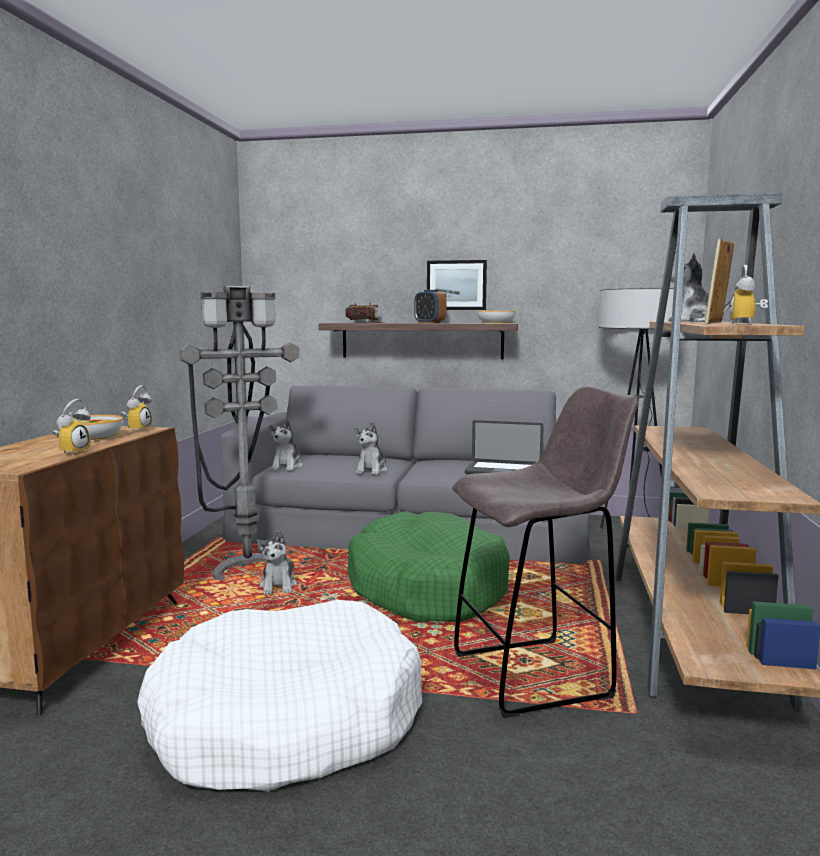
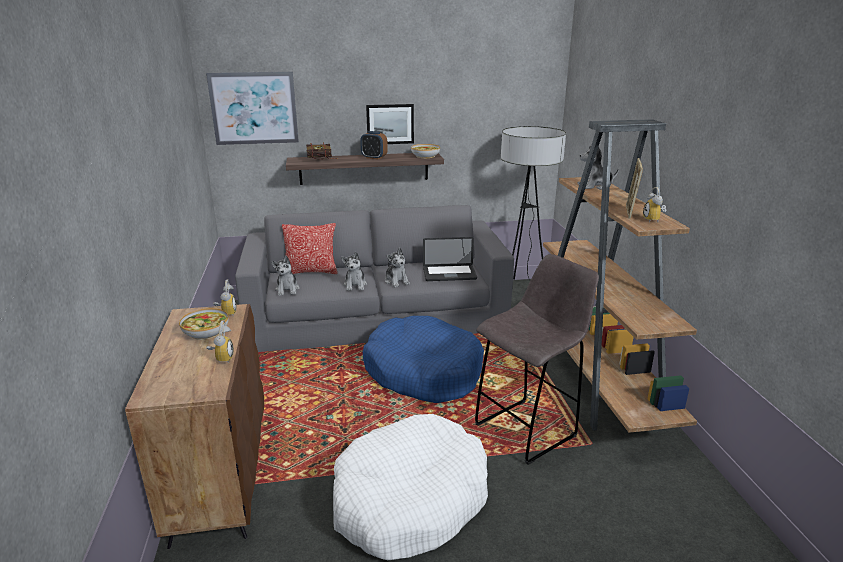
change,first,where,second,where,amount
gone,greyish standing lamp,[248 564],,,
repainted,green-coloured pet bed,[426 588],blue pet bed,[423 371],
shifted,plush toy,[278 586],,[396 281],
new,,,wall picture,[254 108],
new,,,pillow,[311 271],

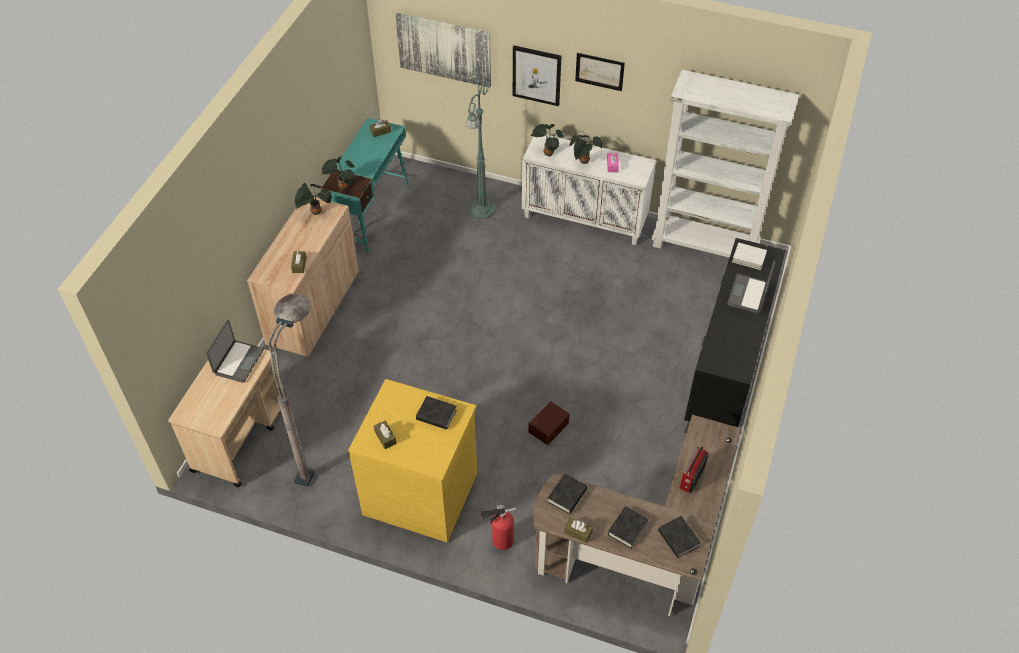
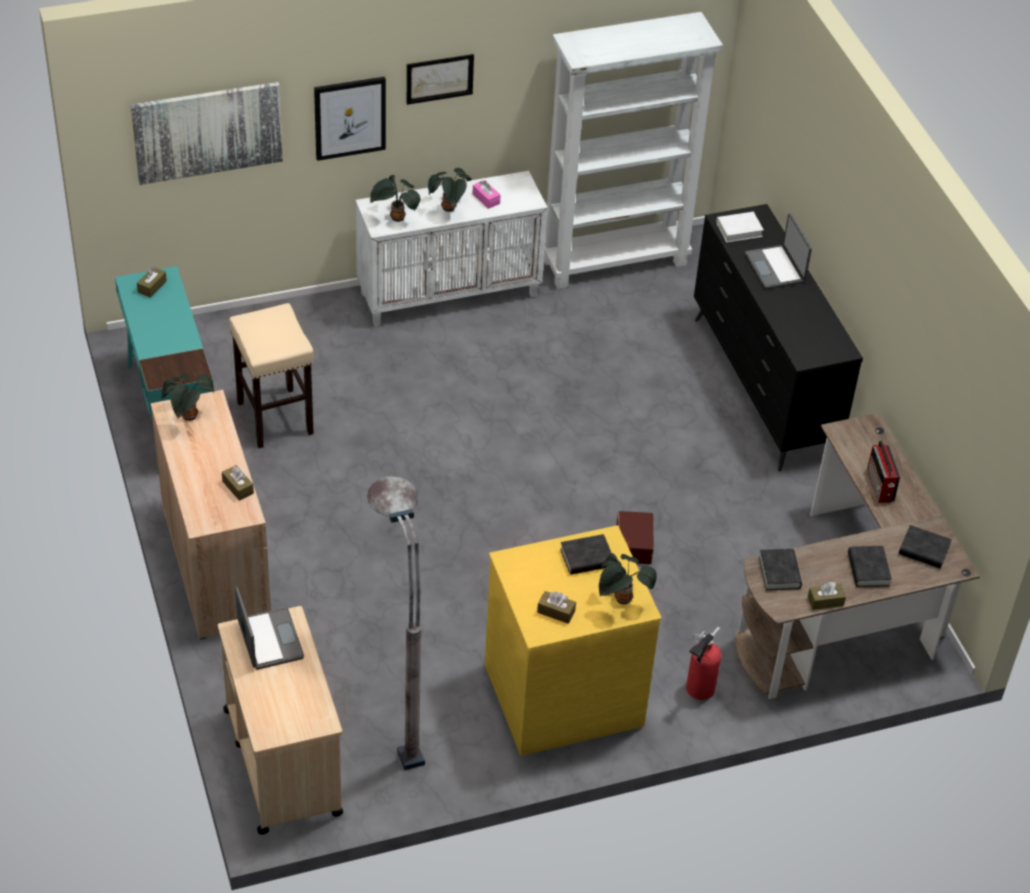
change,first,where,second,where,amount
gone,green-coloured standing lamp,[481 210],,,
shifted,houseplant,[342 187],,[621 600],
new,,,sand-coloured stool seat,[275 418],

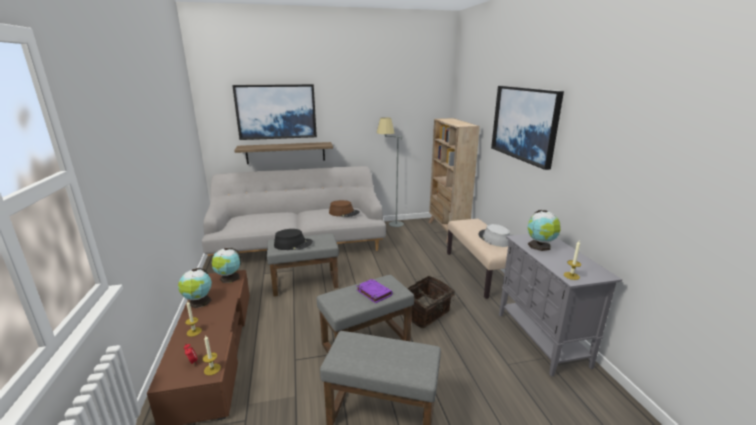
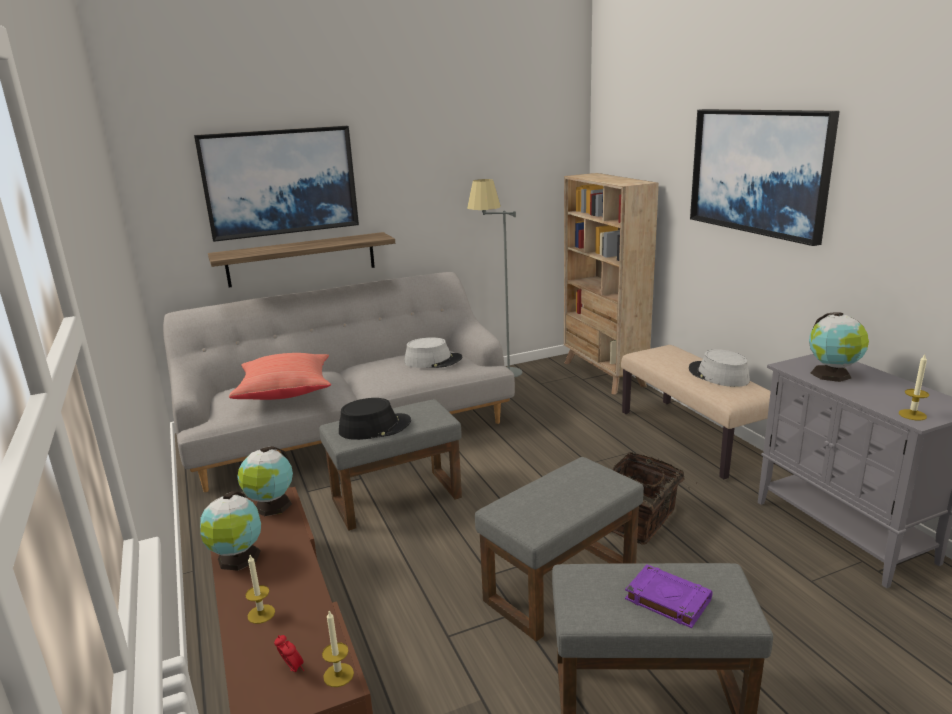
change,first,where,second,where,amount
repainted,brown wearable hat,[344 213],greyish wearable hat,[433 361],
shifted,purple-coloured book,[373 292],,[666 599],
new,,,reddish pillow,[285 392],

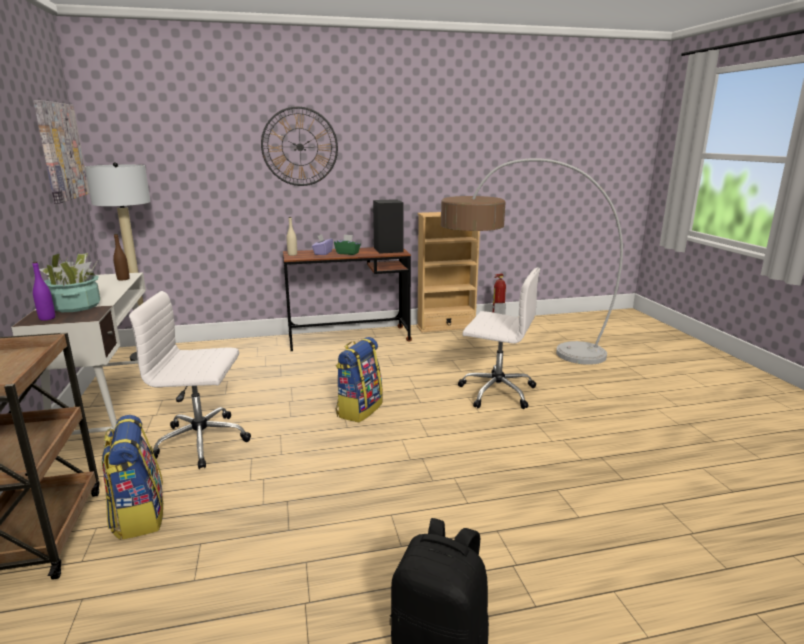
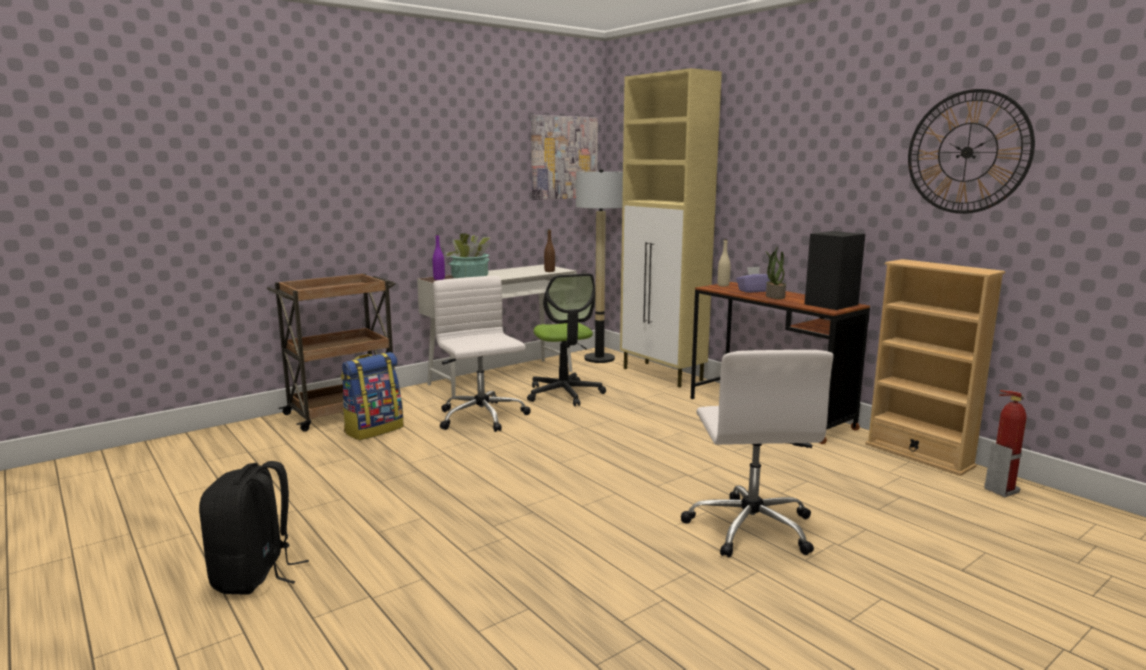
change,first,where,second,where,amount
shifted,hanging clock,[300 147],,[967 152],
gone,standing lamp,[513 351],,,
swapped,green-coloured box of tissues,[347 253],houseplant,[774 296],
gone,rucksack,[359 409],,,
new,,,sand-coloured cupboard,[663 375],
new,,,computer chair,[564 394],

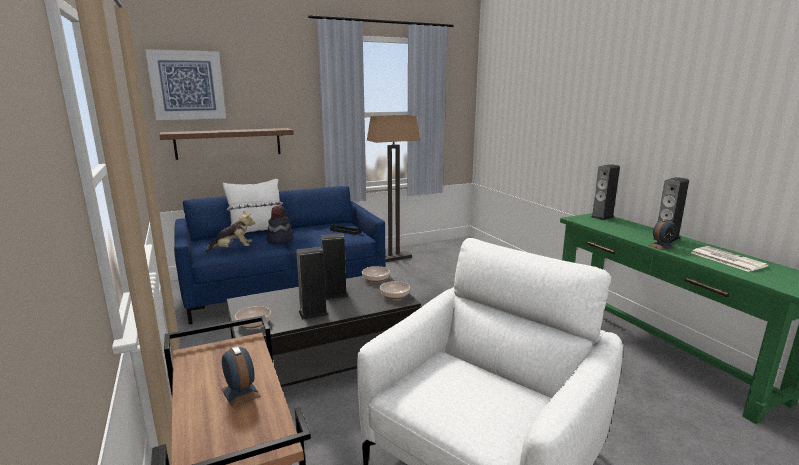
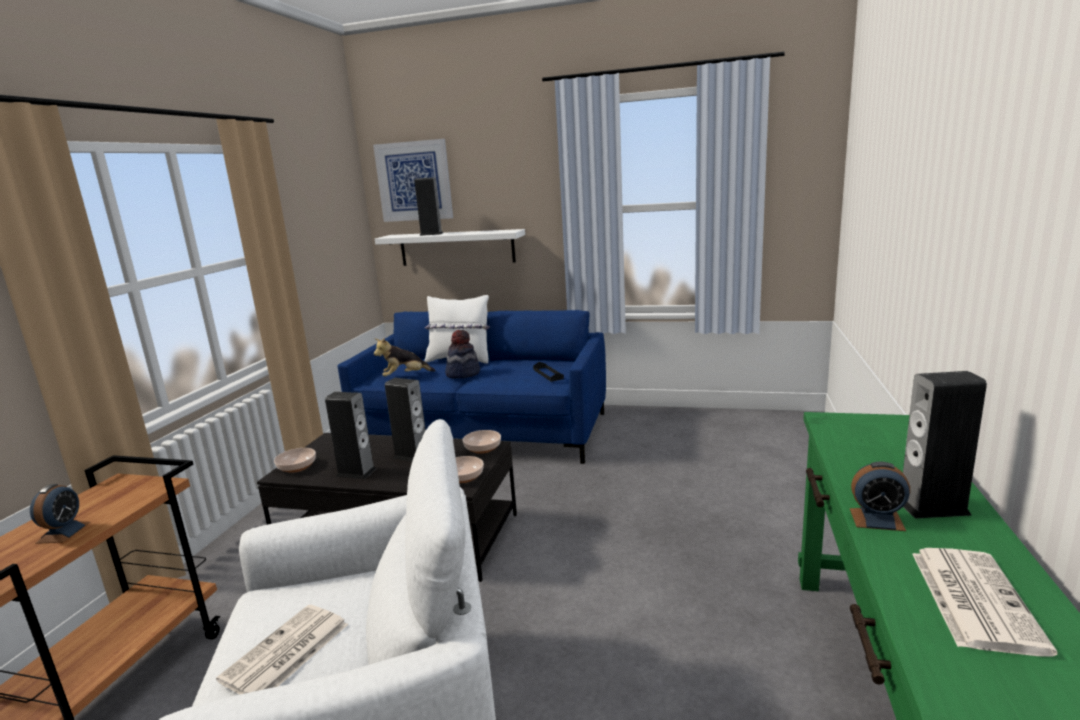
change,first,where,second,where,amount
gone,standing lamp,[394 258],,,
repainted,brown shelf,[228 143],white shelf,[456 248],
shifted,audio speaker,[602 217],,[431 234],
rotated,plush toy,[233 249],,[405 376],135 degrees clockwise
new,,,daily paper,[285 653],

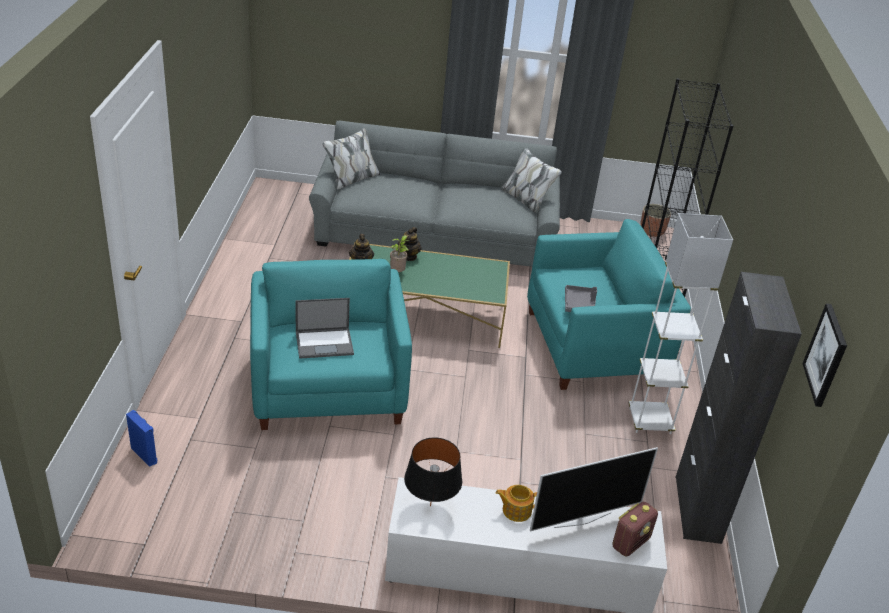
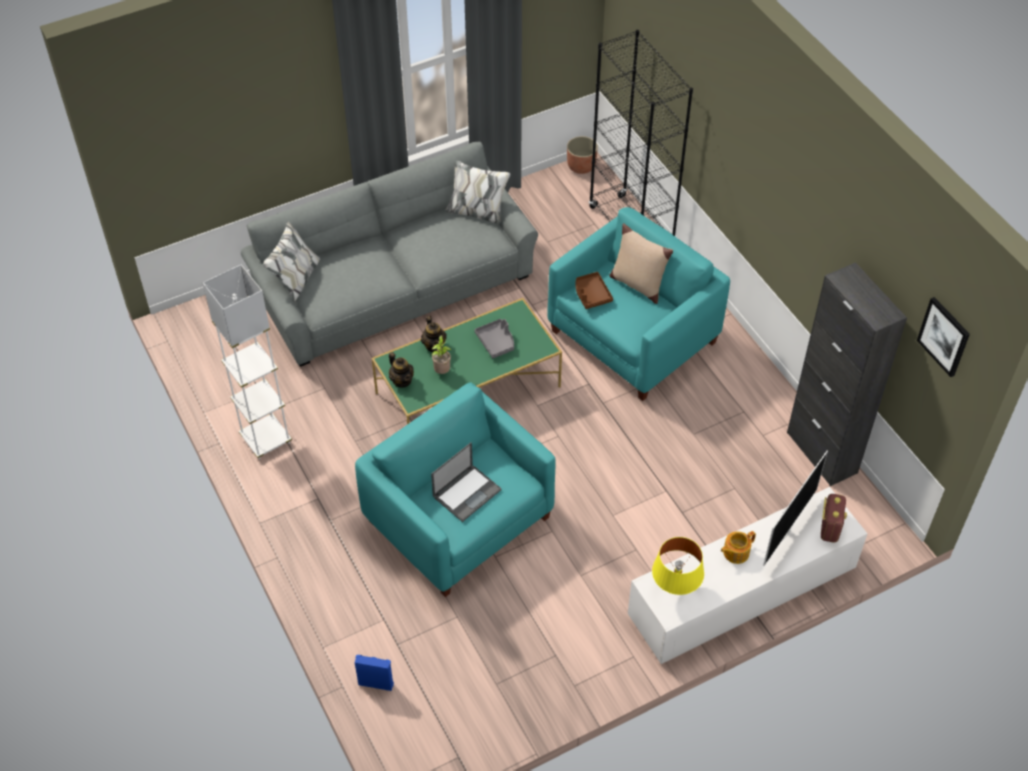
change,first,where,second,where,amount
shifted,white standing lamp,[650 421],,[266 439],
shifted,greyish tray,[579 304],,[496 342],
repainted,black-coloured lamp for a table,[430 506],yellow-coloured lamp for a table,[675 590],
new,,,sand-coloured pillow,[637 284],
new,,,brown tray,[591 294],

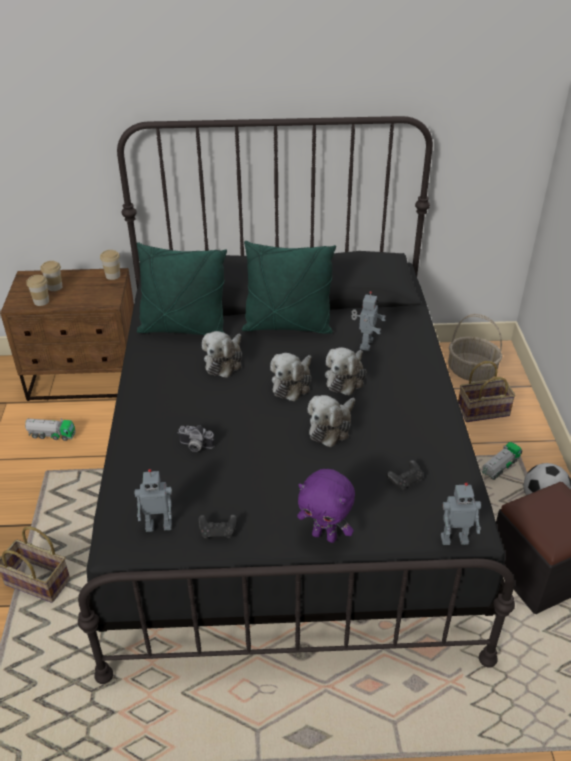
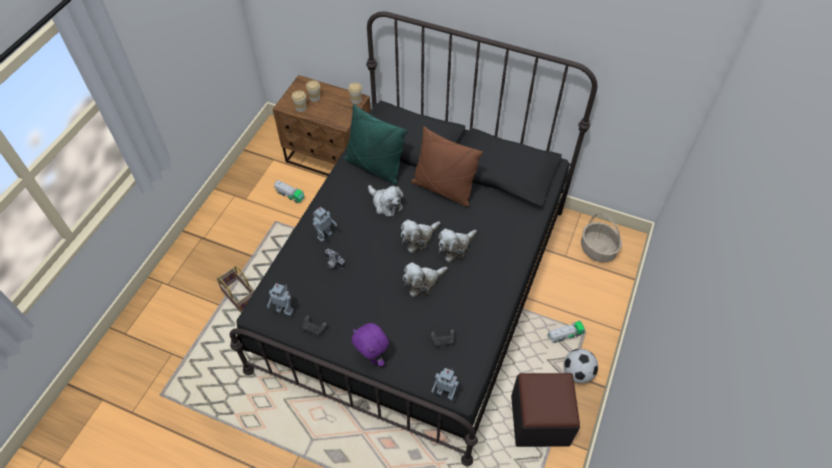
change,first,where,second,where,amount
repainted,green-coloured pillow,[287 326],brown pillow,[443 189],
shifted,robot figure,[365 344],,[324 235],
rotated,plush toy,[224 361],,[386 204],90 degrees counterclockwise
gone,basket,[484 410],,,

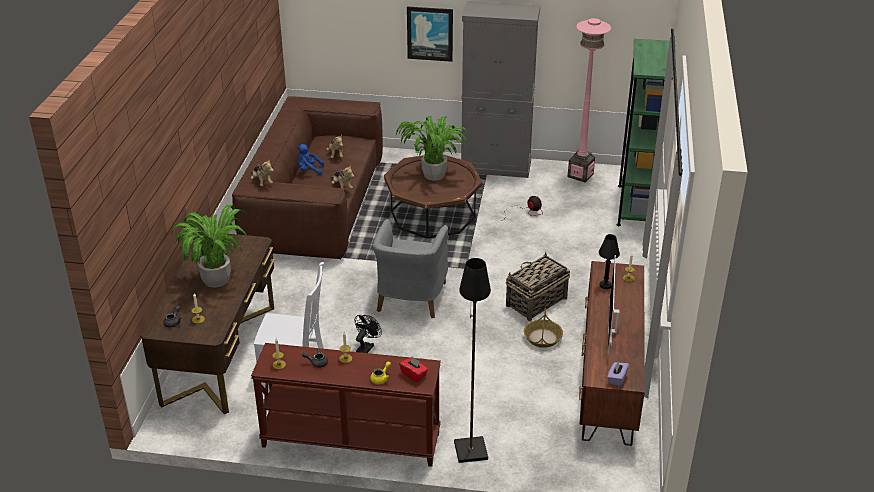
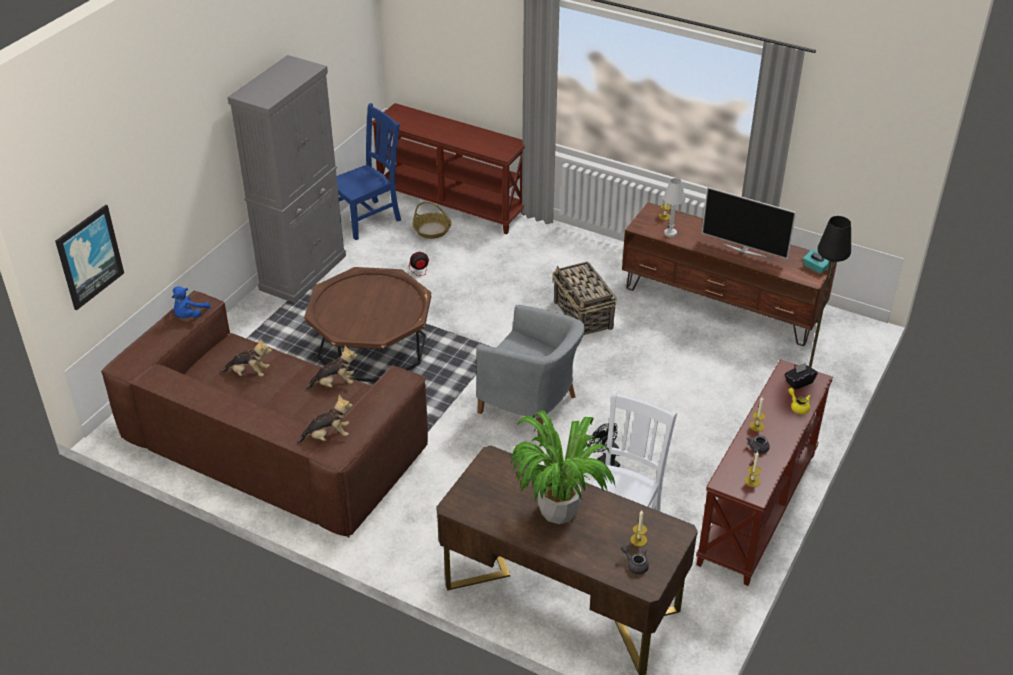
change,first,where,second,where,amount
shifted,wall picture,[430 33],,[89 256],
swapped,pink-coloured standing lamp,[580 175],blue chair,[368 219],
swapped,green-coloured bookshelf,[634 206],brown narrow table,[452 203],
gone,houseplant,[435 175],,,
shifted,blue plush toy,[309 170],,[189 316],
repainted,black-coloured lamp for a table,[605 285],white lamp for a table,[670 233],
shifted,basket,[542 338],,[431 230],
repainted,reddish box of tissues,[413 375],black-coloured box of tissues,[799 382],
repainted,purple-coloured box of tissues,[617 379],turquoise box of tissues,[815 267],

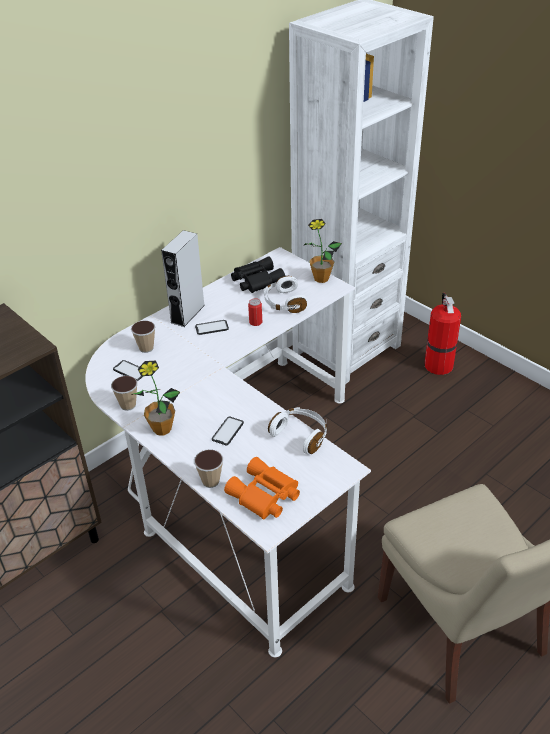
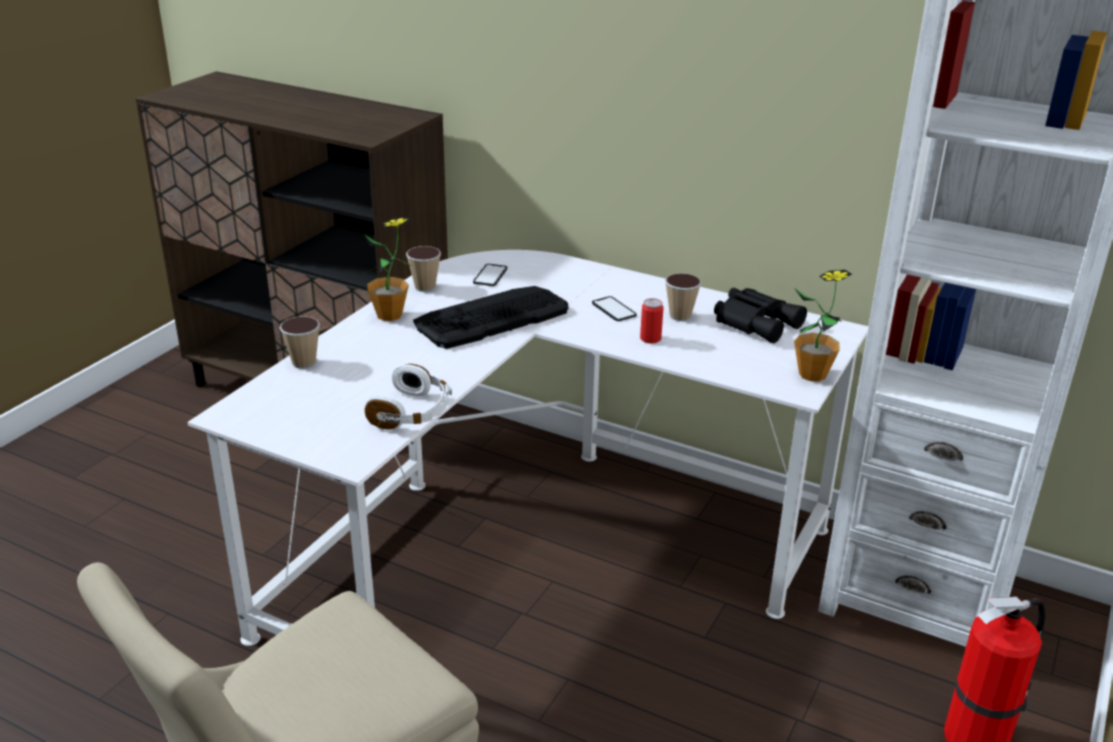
change,first,where,second,where,amount
gone,greyish audio speaker,[187 313],,,
gone,white pair of headphones,[283 303],,,
shifted,small cup,[146 348],,[680 316],
gone,telephone,[227 431],,,
gone,orange binoculars,[264 496],,,
new,,,PC keyboard,[491 317],

